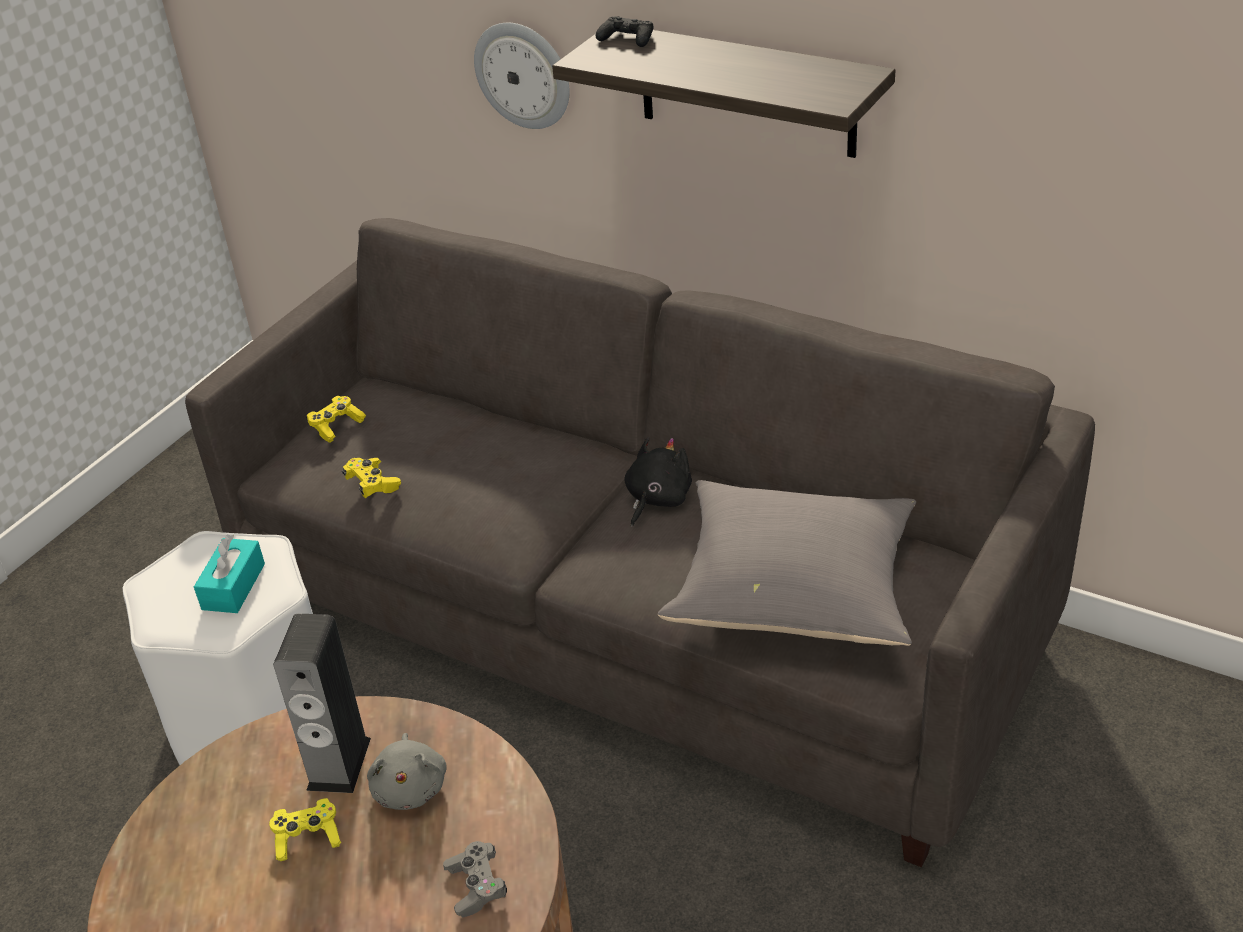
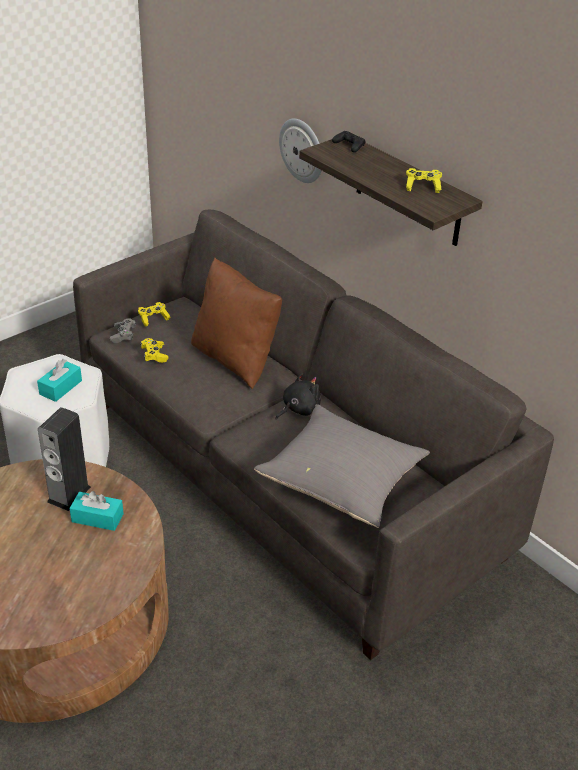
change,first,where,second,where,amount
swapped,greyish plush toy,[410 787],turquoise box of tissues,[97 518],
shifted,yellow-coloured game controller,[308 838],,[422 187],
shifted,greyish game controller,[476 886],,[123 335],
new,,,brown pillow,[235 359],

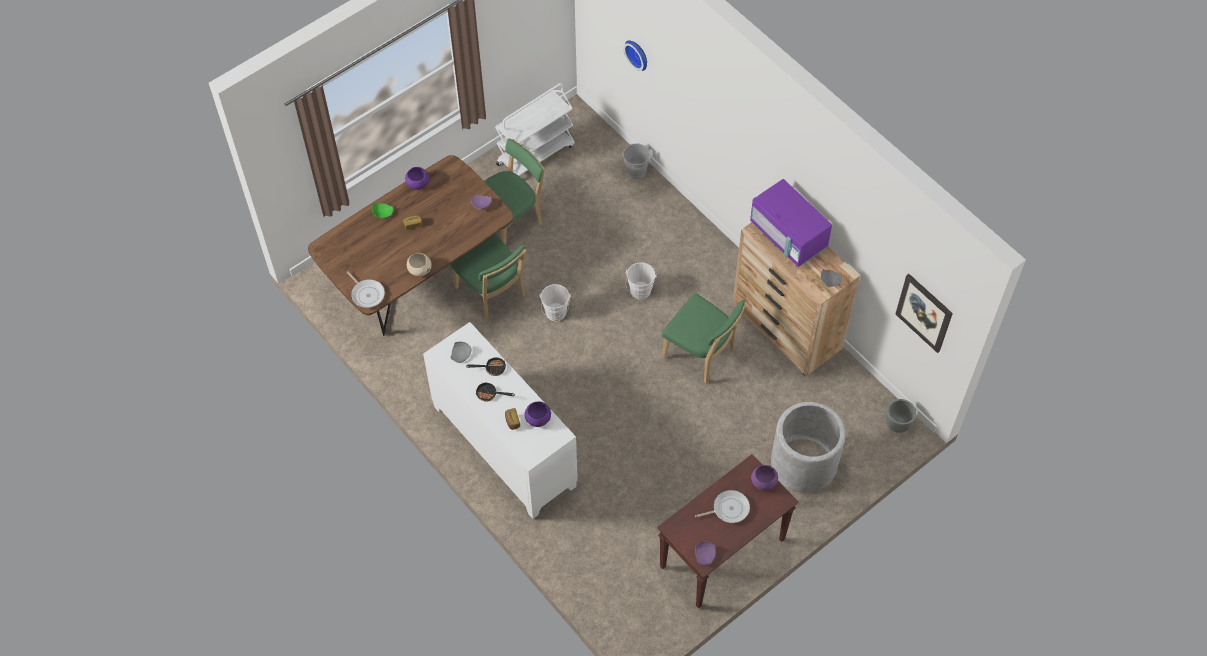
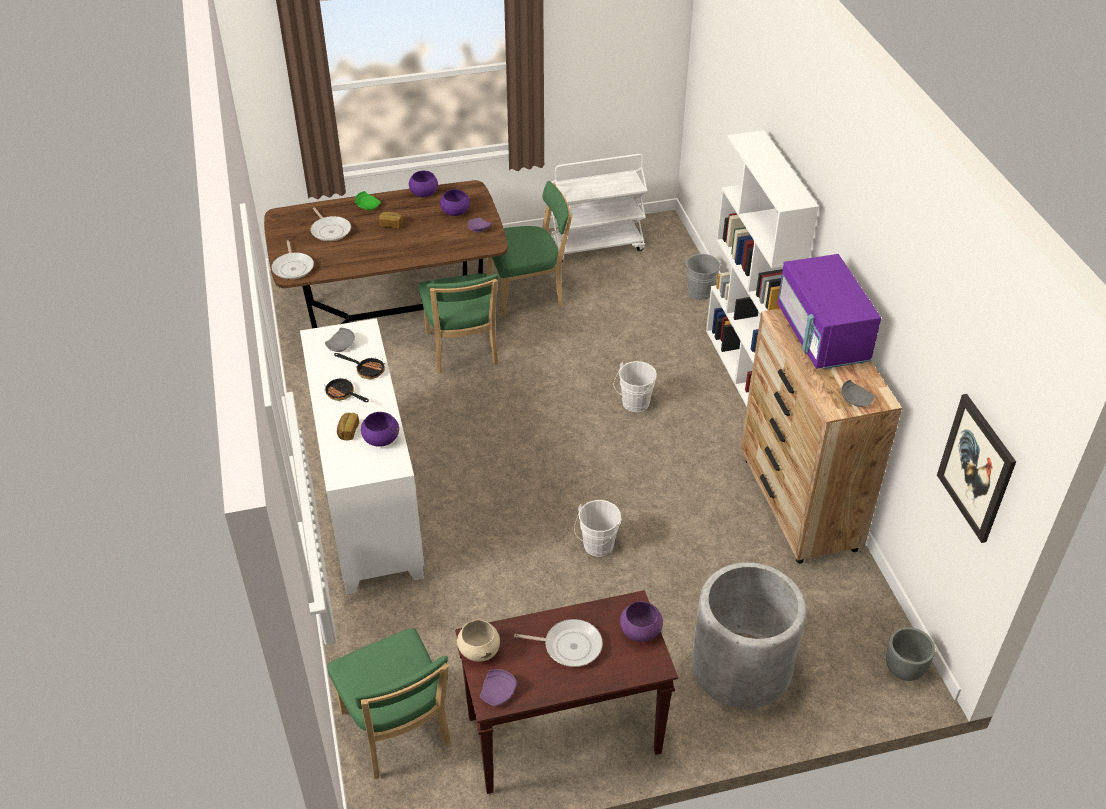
change,first,where,second,where,amount
gone,hanging clock,[638 53],,,
shifted,sand-coloured serving bowl,[420 269],,[479 650],
shifted,white water bucket,[555 314],,[597 547],
shifted,green-coloured chair,[701 355],,[397 733],
new,,,white bookshelf,[744 367],
new,,,purple-coloured serving bowl,[455 212],
new,,,pan,[330 230],

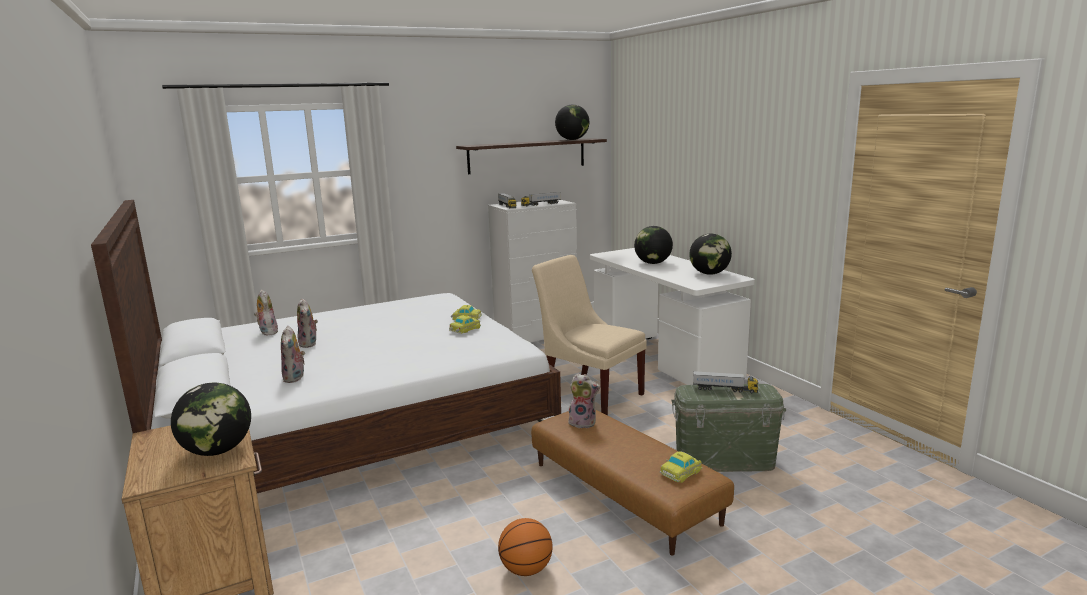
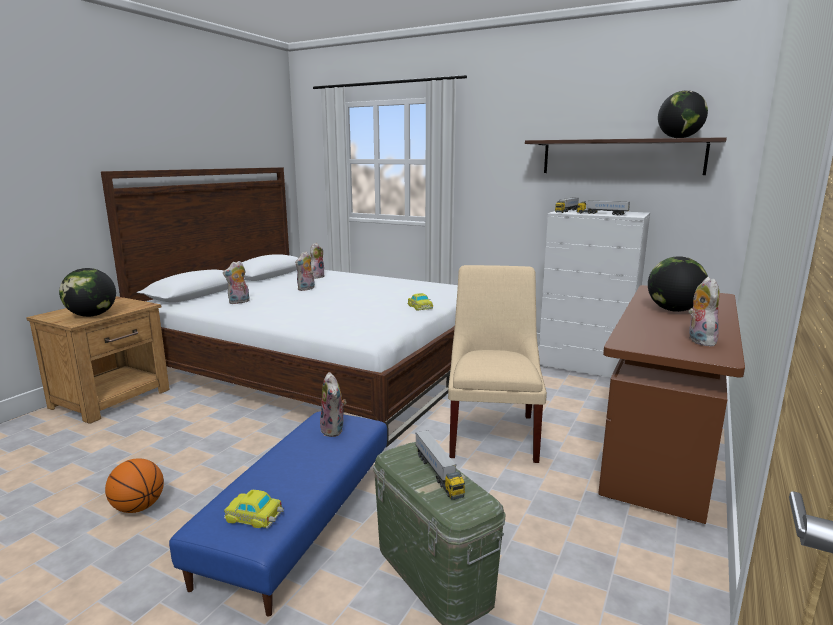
change,first,where,second,where,amount
swapped,desk globe,[709 273],plush toy,[698 340],
repainted,white desk,[663 356],brown desk,[662 444],
gone,miniature car,[464 329],,,
repainted,brown pouffe,[624 492],blue pouffe,[301 519],

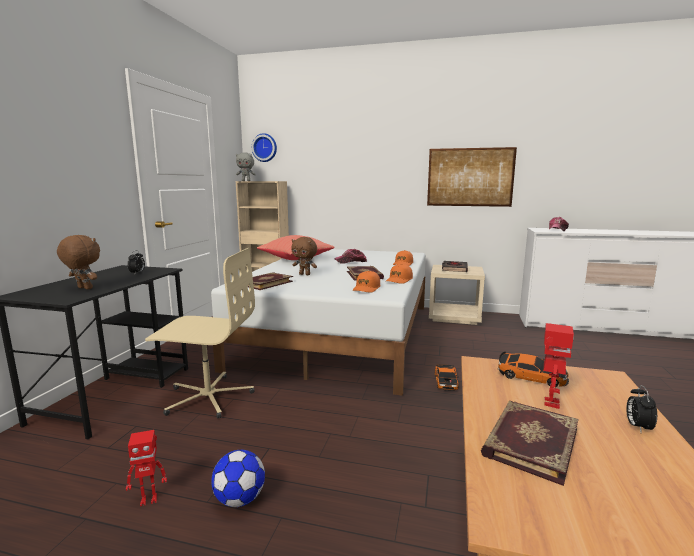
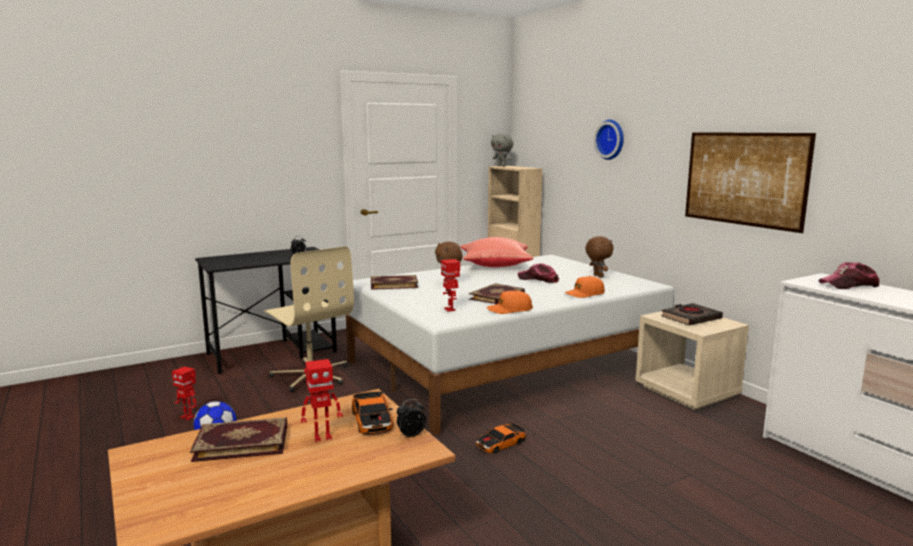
change,first,where,second,where,amount
shifted,hanging clock,[265 148],,[611 139],
shifted,brown plush toy,[84 288],,[597 276],
swapped,orange baseball cap,[366 288],robot figure,[450 309],
shifted,bedside clock,[637 427],,[411 435],

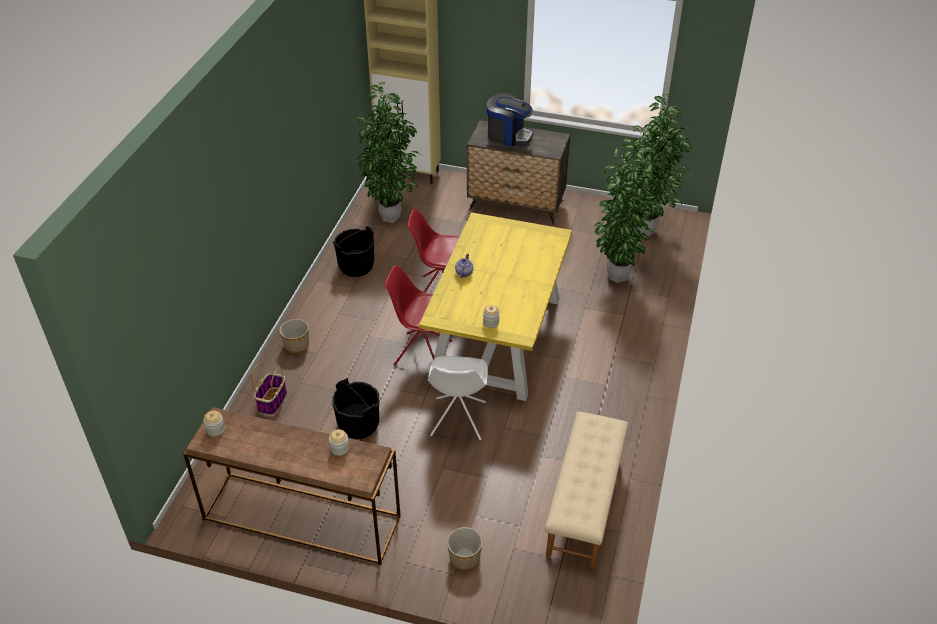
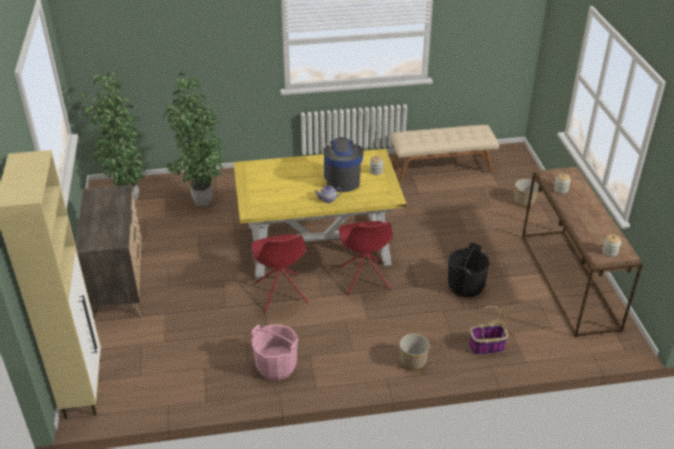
change,first,where,second,where,amount
gone,houseplant,[392 216],,,
shifted,coffee machine,[508 135],,[342 179],
repainted,black-coloured water bucket,[356 266],pink-coloured water bucket,[276 366],
gone,white chair,[458 420],,,

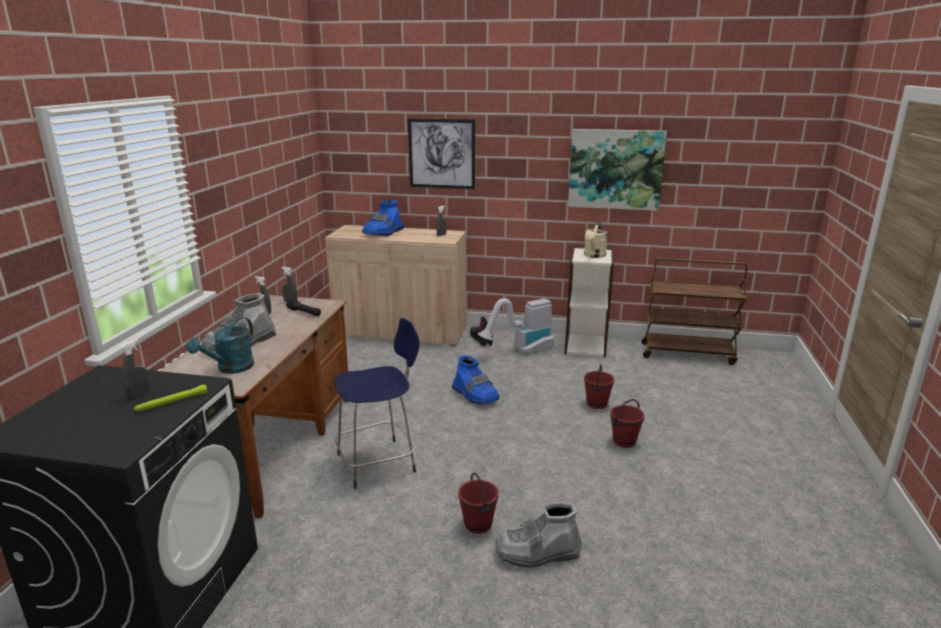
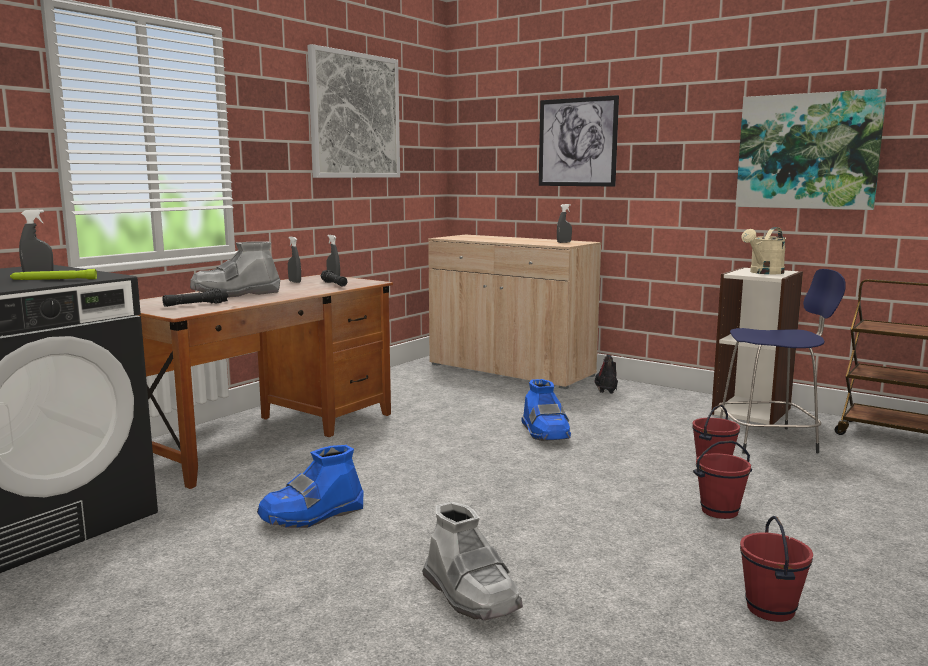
change,first,where,second,where,amount
shifted,blue tall boot,[383 233],,[312 515],
gone,hoover,[521 351],,,
swapped,turquoise sprinkling can,[231 369],black-coloured hand torch,[196 305],
shifted,blue stool seat,[379 462],,[770 440],
shifted,reddish water bucket,[478 524],,[771 609],
rotated,greyish tall boot,[537 552],,[471 595],135 degrees counterclockwise
new,,,wall picture,[355 116],

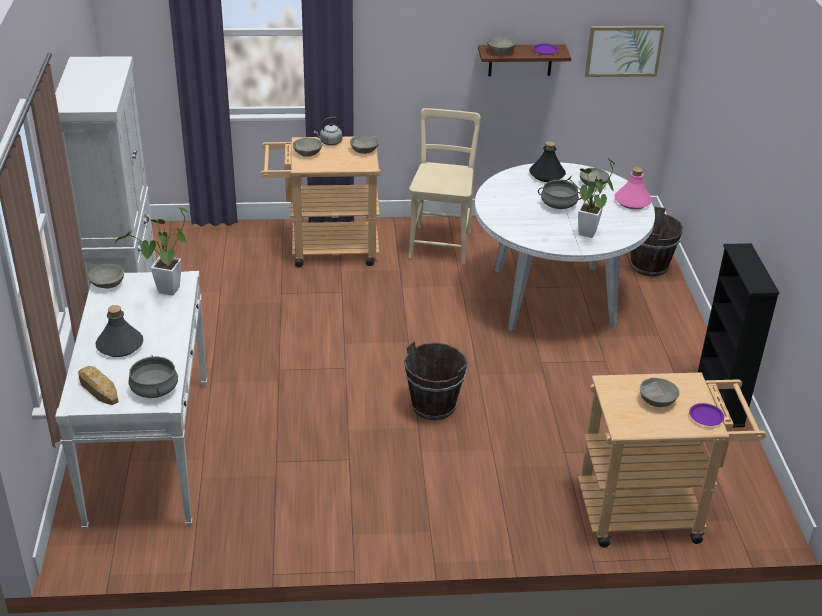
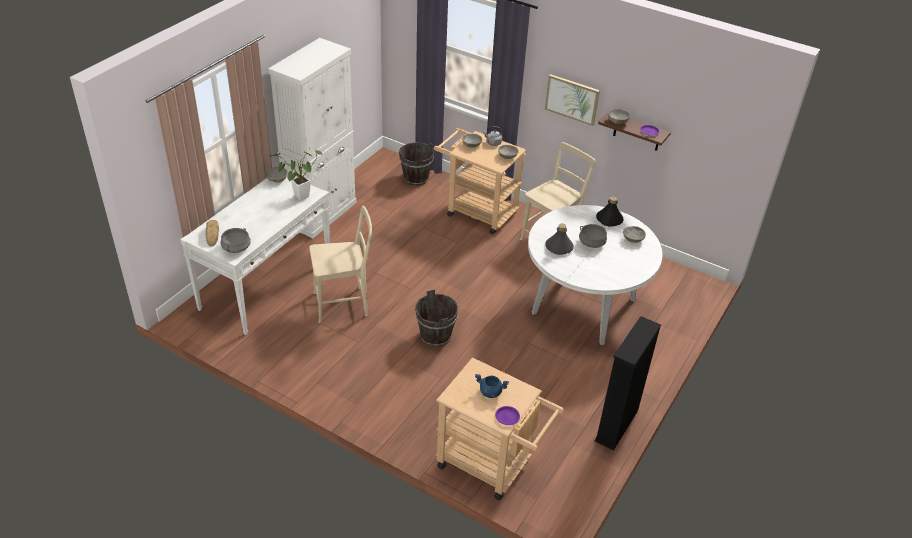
change,first,where,second,where,amount
shifted,wall picture,[623 50],,[572 99],
gone,houseplant,[585 235],,,
gone,pink-coloured beverage bottle,[632 201],,,
shifted,brown water bucket,[649 266],,[416 178],
shifted,greyish beverage bottle,[120 345],,[559 247],
swapped,greyish serving bowl,[657 401],blue stockpot,[490 392],
new,,,sand-coloured chair,[344 304],

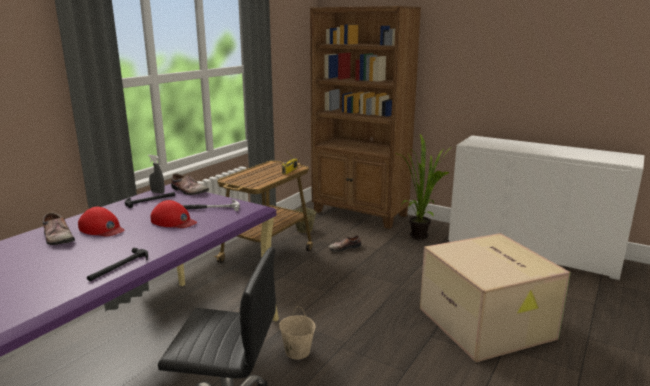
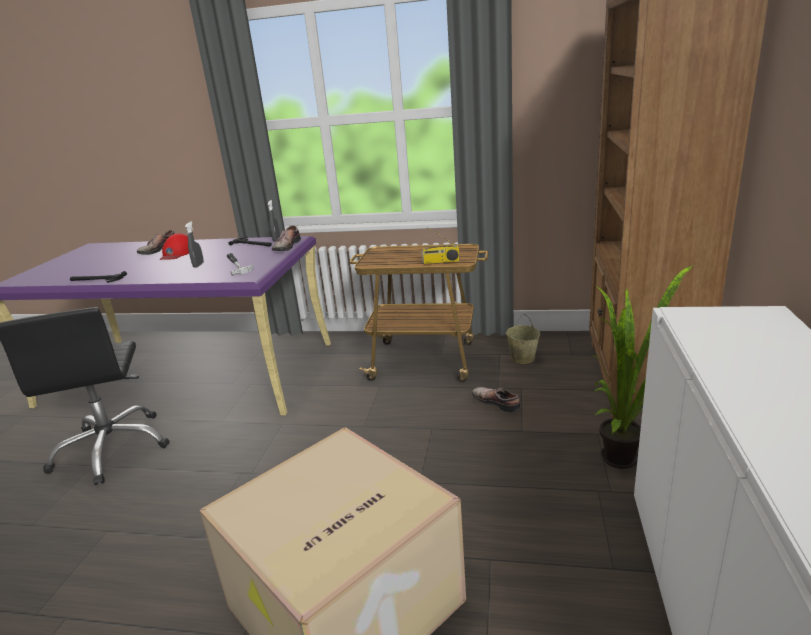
change,first,where,second,where,amount
swapped,reddish baseball cap,[174 221],greyish sprayer,[198 265],
gone,sand-coloured water bucket,[297 351],,,

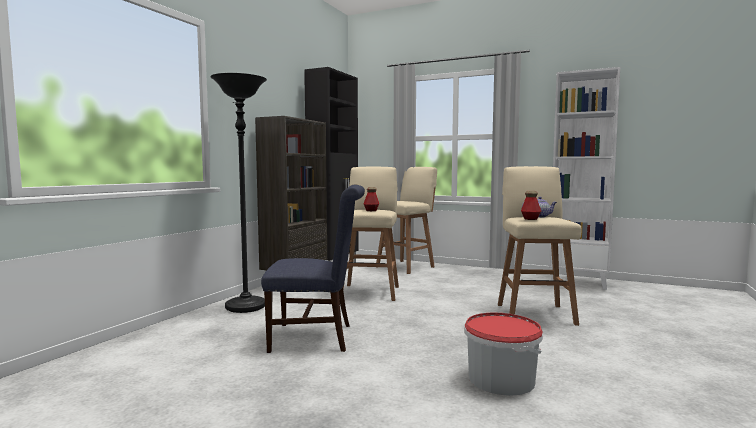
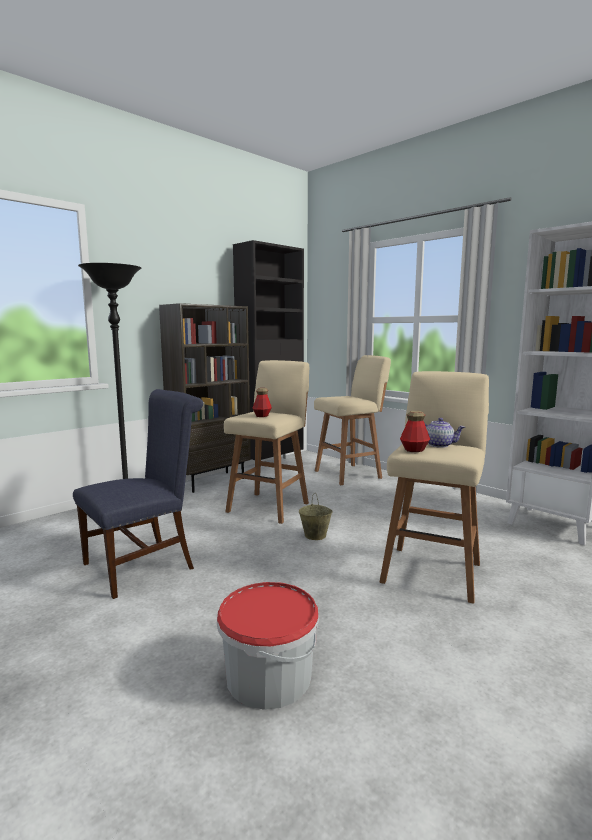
change,first,where,second,where,amount
rotated,blue chair,[318 337],,[145 564],60 degrees counterclockwise
new,,,sand-coloured water bucket,[315 535],

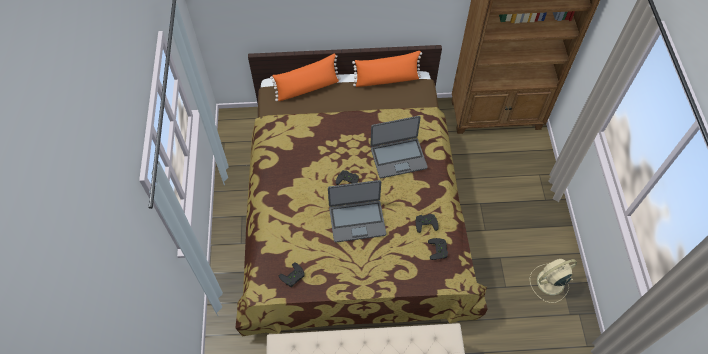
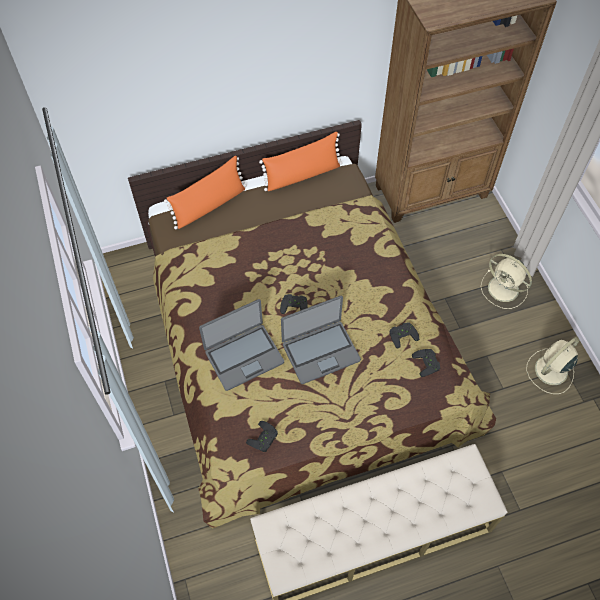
change,first,where,second,where,amount
shifted,notebook computer,[398 157],,[244 356],
new,,,sand-coloured fan,[504 289],

